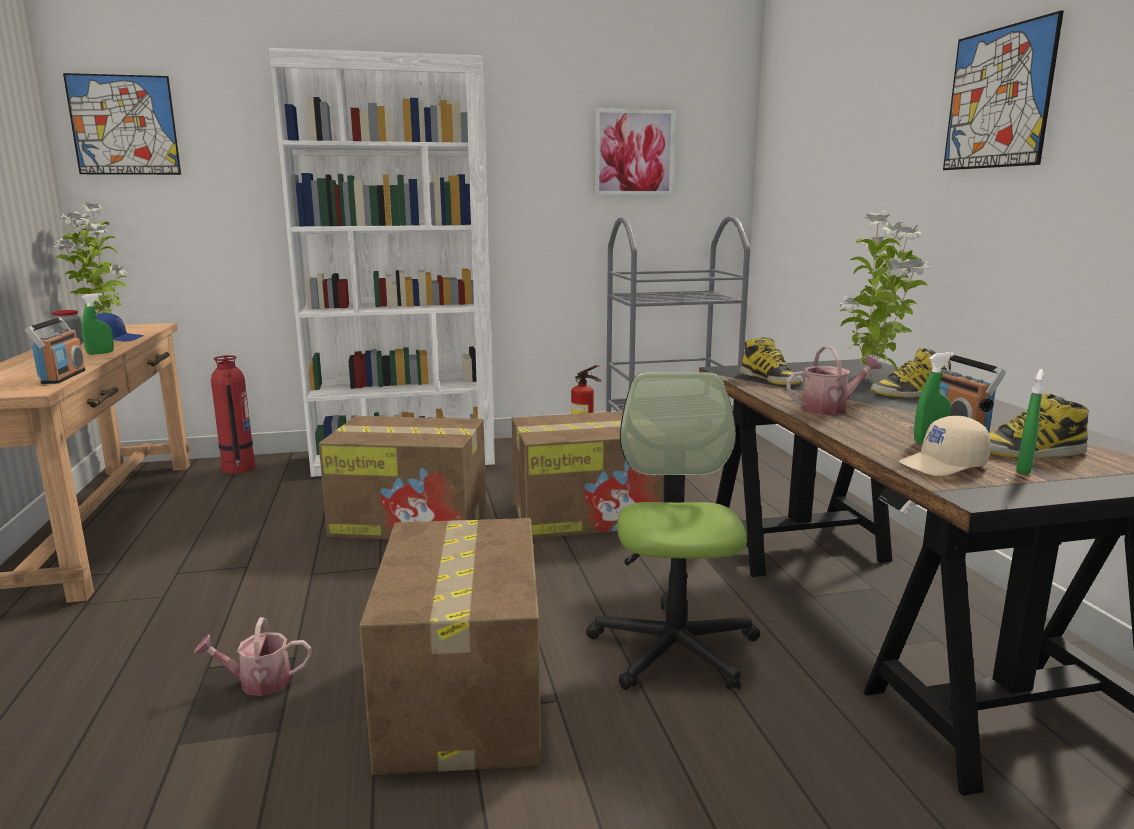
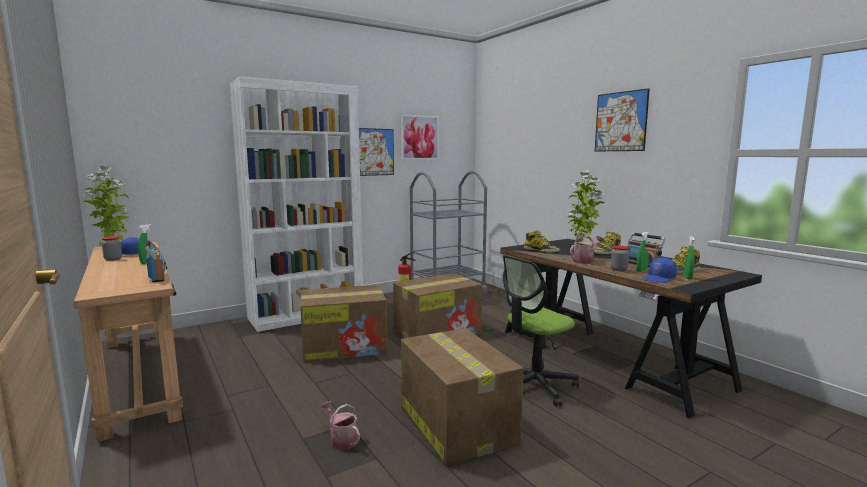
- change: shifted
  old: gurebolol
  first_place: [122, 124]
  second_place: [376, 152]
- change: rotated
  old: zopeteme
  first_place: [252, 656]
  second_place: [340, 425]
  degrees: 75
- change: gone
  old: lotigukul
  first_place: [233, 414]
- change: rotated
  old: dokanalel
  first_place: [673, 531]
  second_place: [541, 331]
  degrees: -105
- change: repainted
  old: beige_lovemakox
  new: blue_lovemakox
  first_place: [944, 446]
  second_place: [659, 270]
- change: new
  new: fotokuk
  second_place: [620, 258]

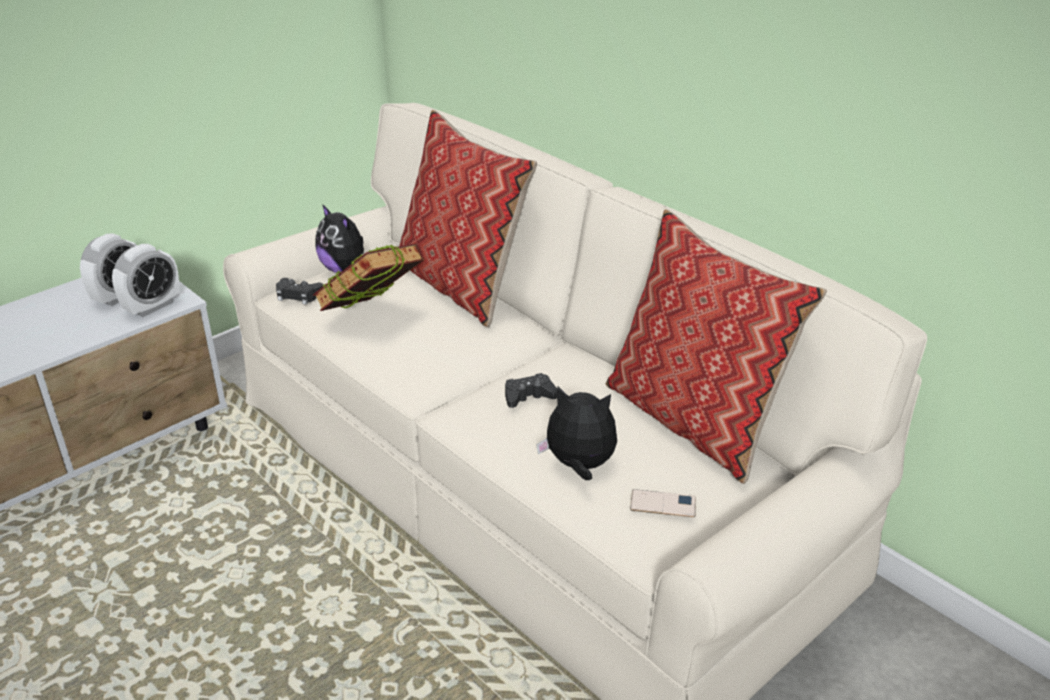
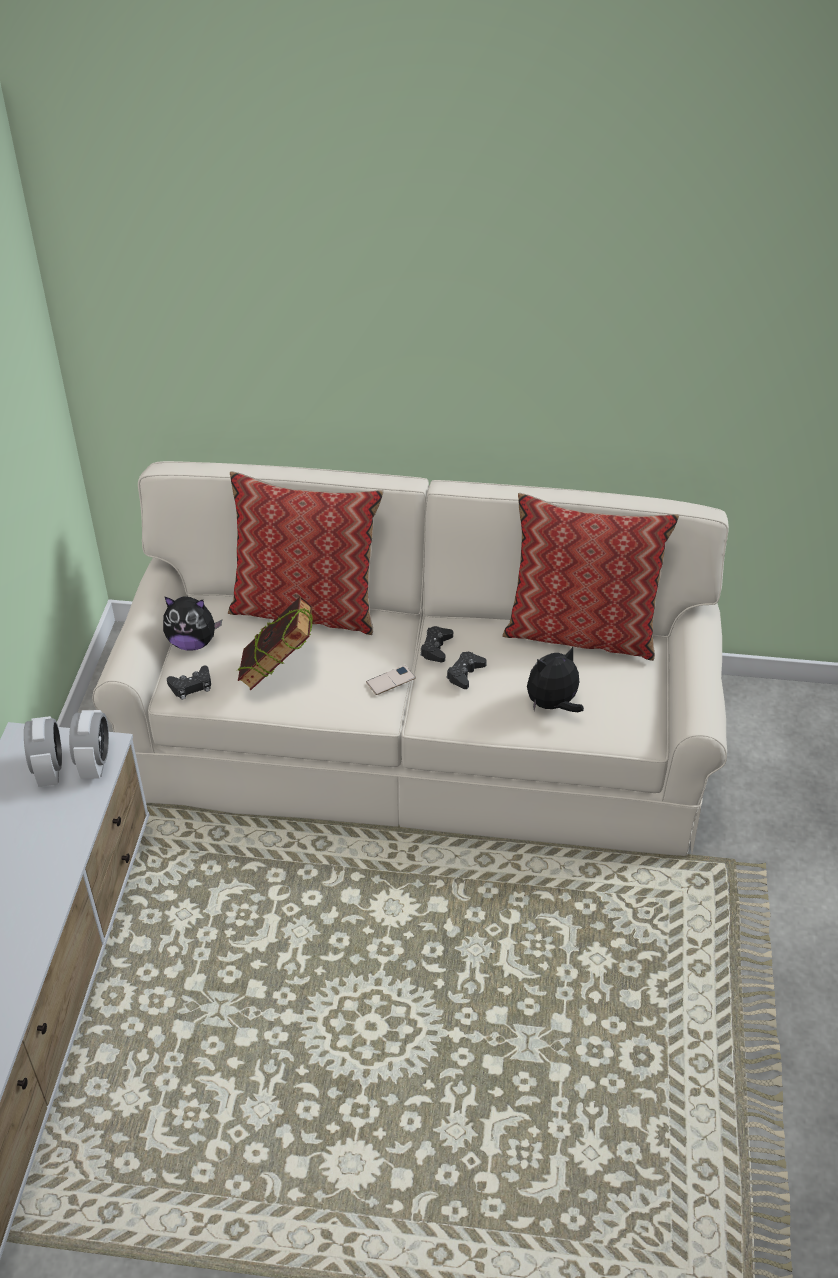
- change: shifted
  old: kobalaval
  first_place: [663, 503]
  second_place: [391, 680]
- change: new
  new: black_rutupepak
  second_place: [436, 644]

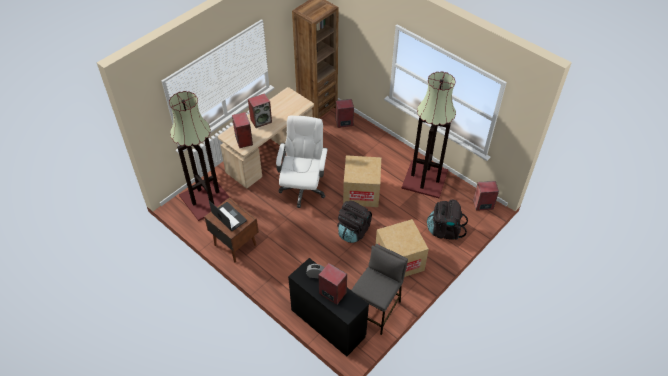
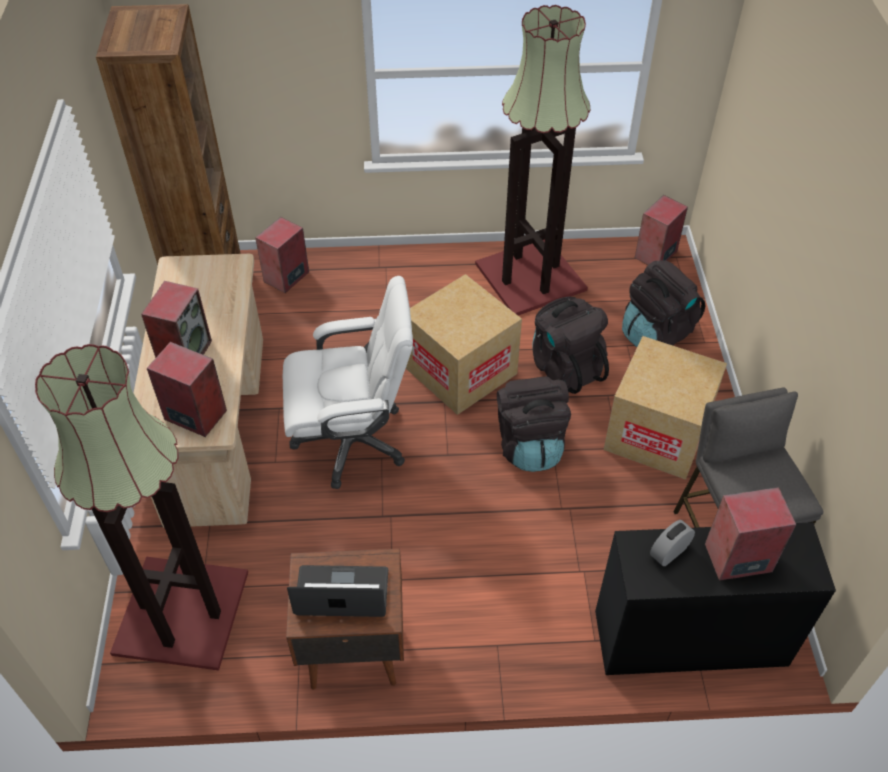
- change: rotated
  old: white_dokanalel
  first_place: [302, 162]
  second_place: [348, 382]
  degrees: 120
- change: new
  new: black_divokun
  second_place: [570, 345]

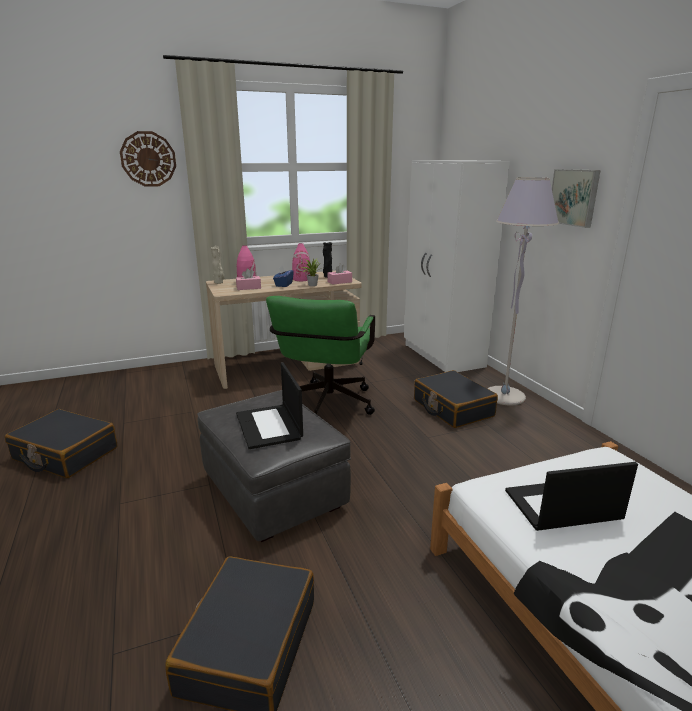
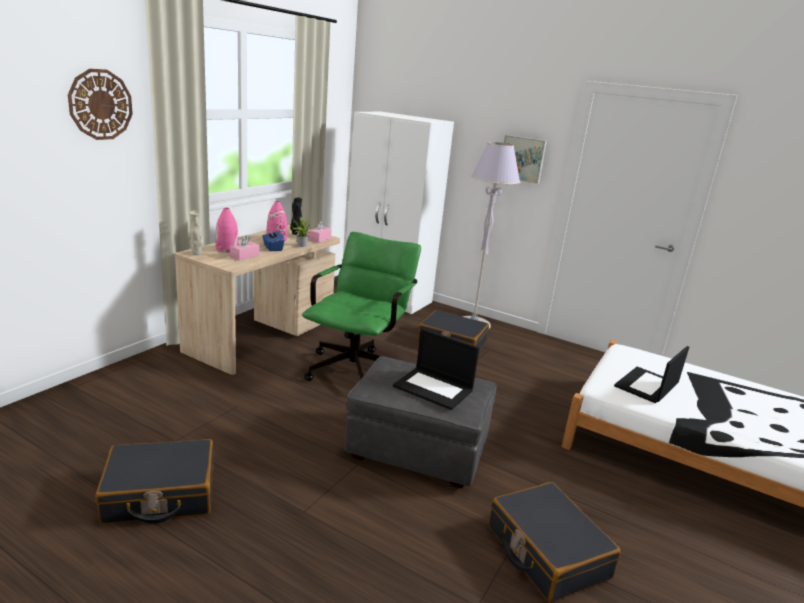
- change: rotated
  old: green_dokanalel
  first_place: [320, 355]
  second_place: [361, 306]
  degrees: -135

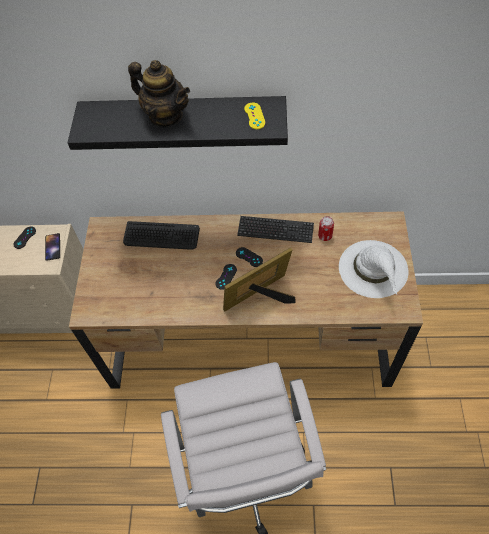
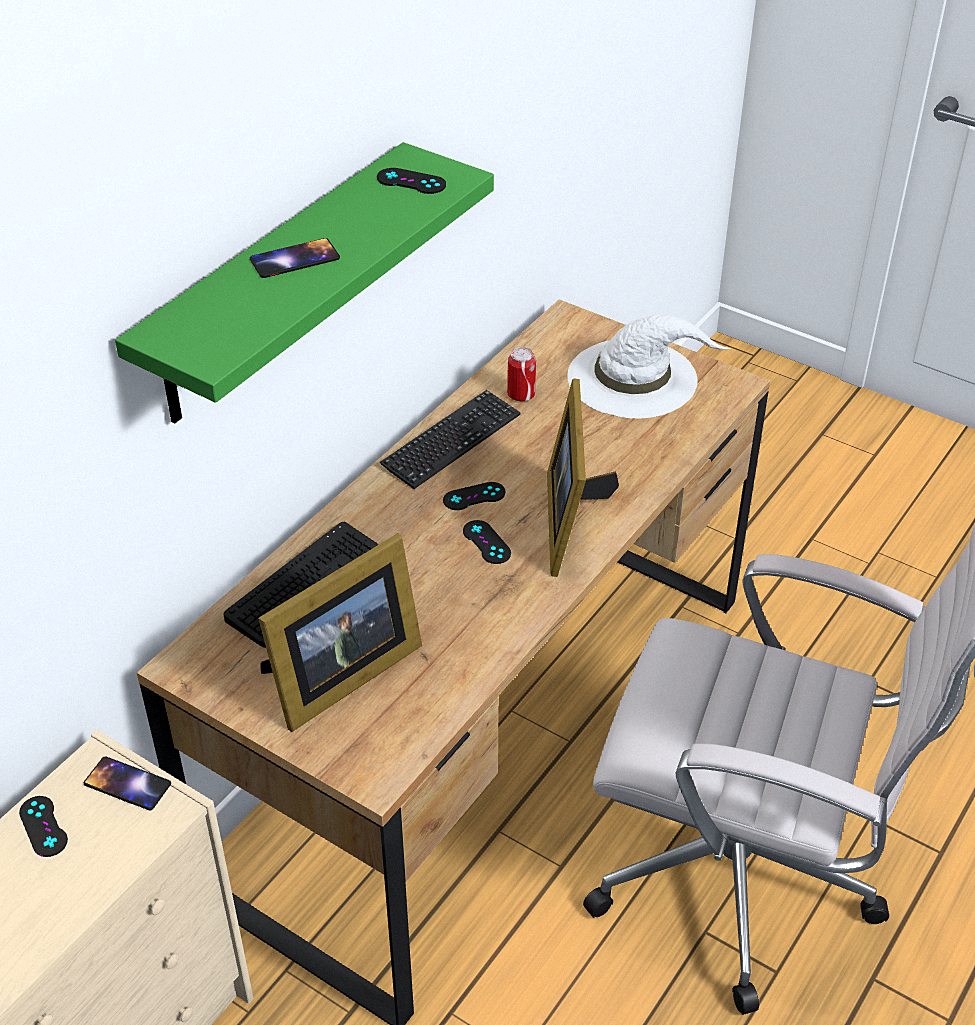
- change: repainted
  old: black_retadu
  new: green_retadu
  first_place: [177, 123]
  second_place: [304, 283]
- change: swapped
  old: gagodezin
  new: kobalaval
  first_place: [159, 93]
  second_place: [295, 258]
- change: repainted
  old: yellow_rutupepak
  new: black_rutupepak
  first_place: [255, 116]
  second_place: [411, 181]
- change: new
  new: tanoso
  second_place: [340, 632]

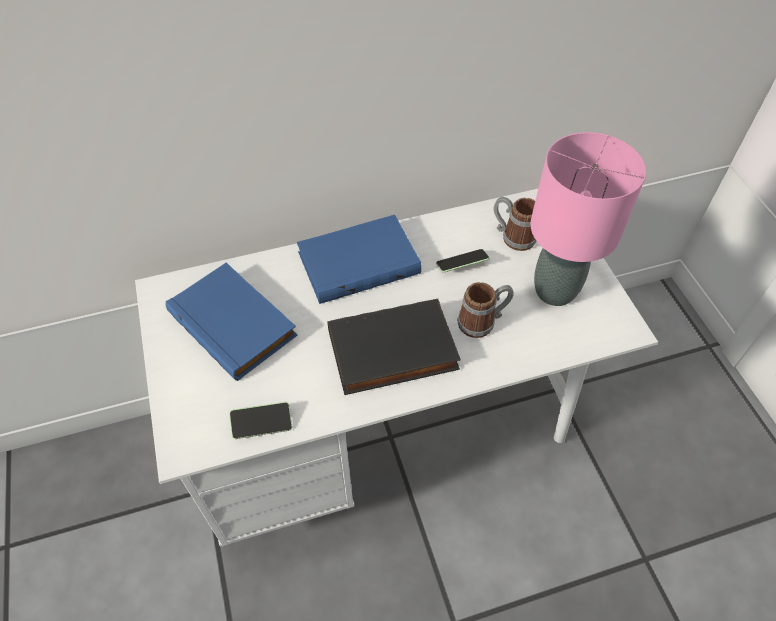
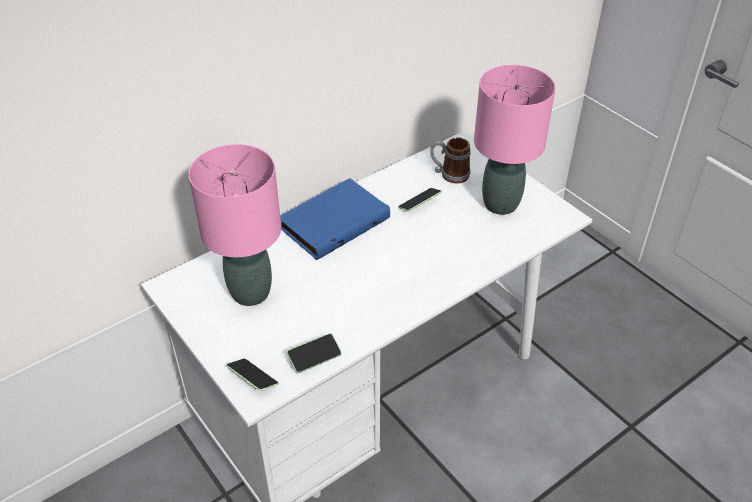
- change: swapped
  old: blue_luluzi
  new: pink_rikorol
  first_place: [232, 321]
  second_place: [234, 225]
- change: gone
  old: black_luluzi
  first_place: [394, 347]
- change: gone
  old: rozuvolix
  first_place: [485, 310]
- change: new
  new: kobalaval
  second_place: [252, 375]

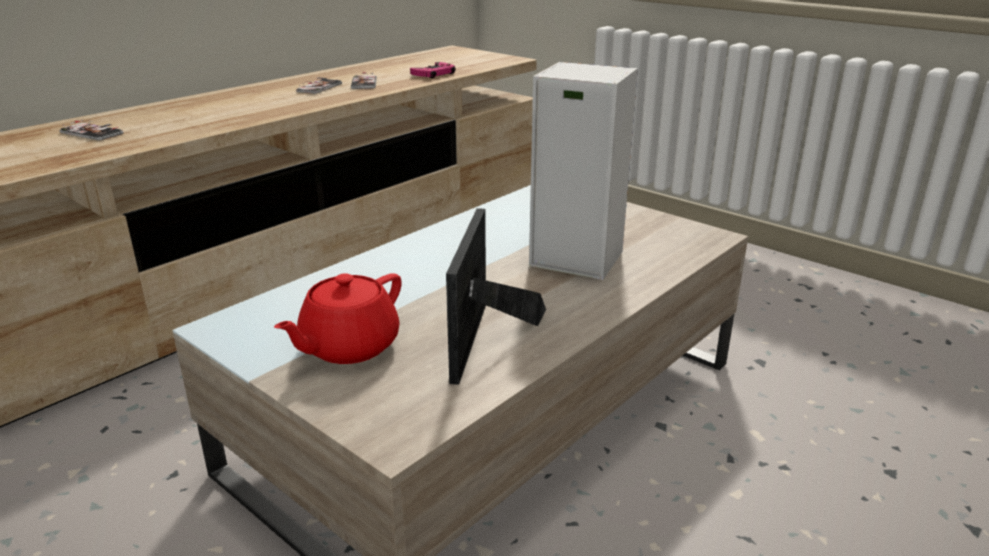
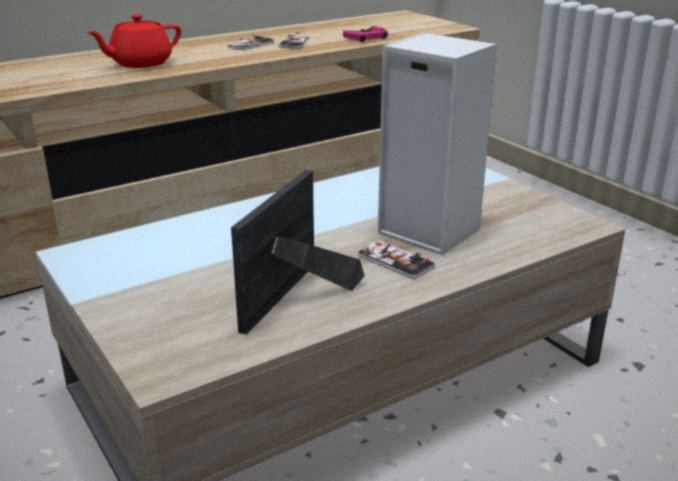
- change: shifted
  old: kobalaval
  first_place: [91, 130]
  second_place: [396, 259]
- change: shifted
  old: red_gagodezin
  first_place: [338, 318]
  second_place: [134, 41]

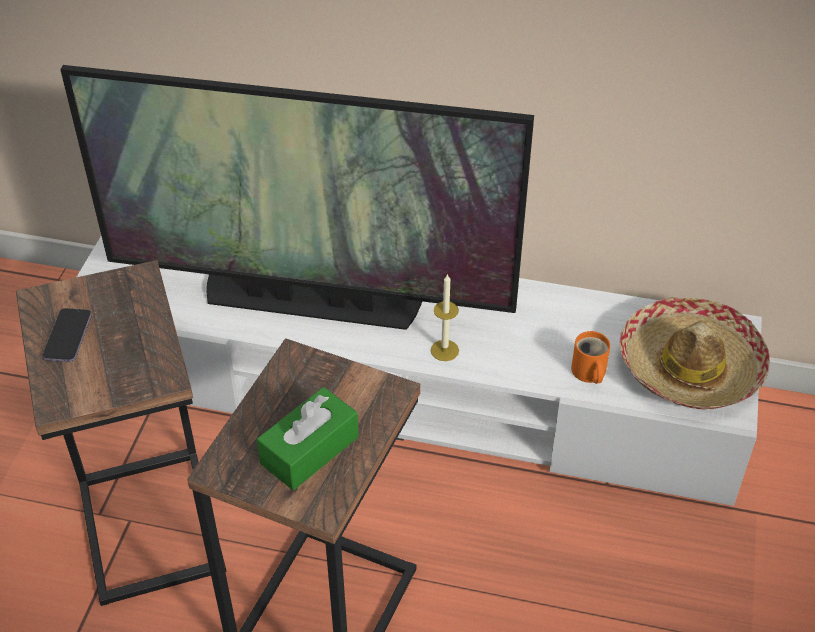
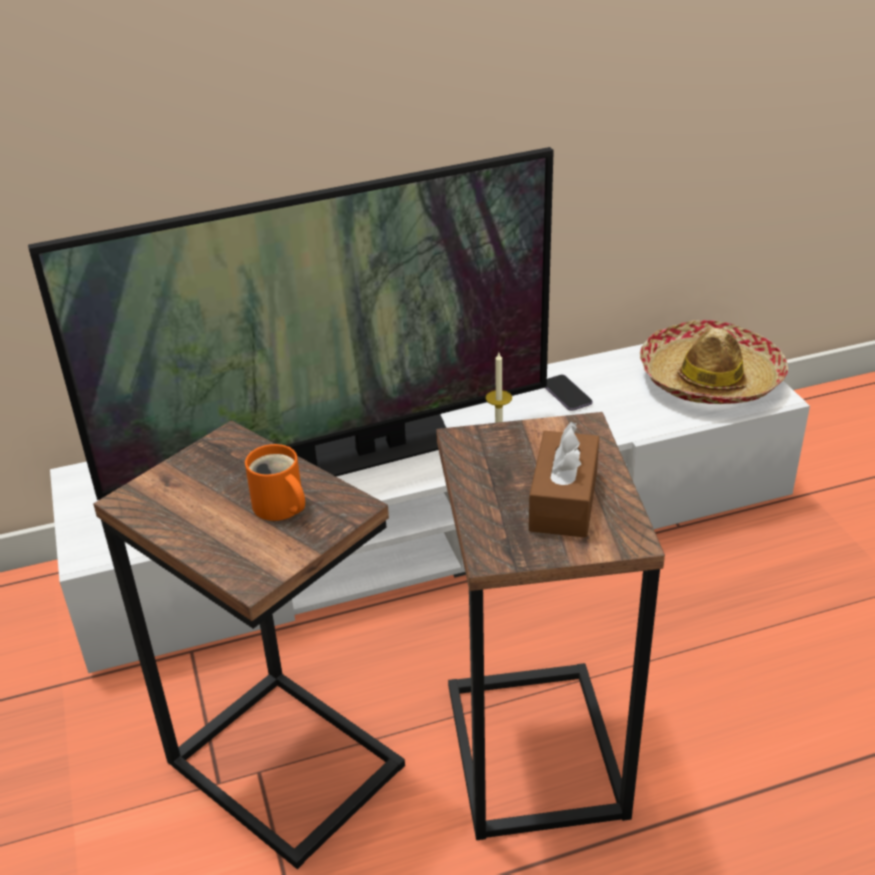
- change: shifted
  old: kobalaval
  first_place: [67, 335]
  second_place: [569, 393]
- change: repainted
  old: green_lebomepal
  new: brown_lebomepal
  first_place: [308, 438]
  second_place: [564, 480]
- change: shifted
  old: orange_rozuvolix
  first_place: [590, 357]
  second_place: [275, 482]

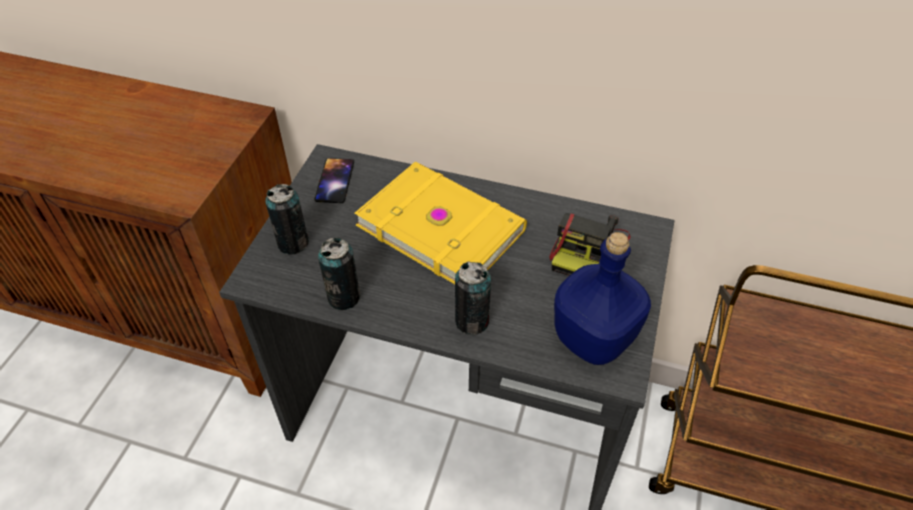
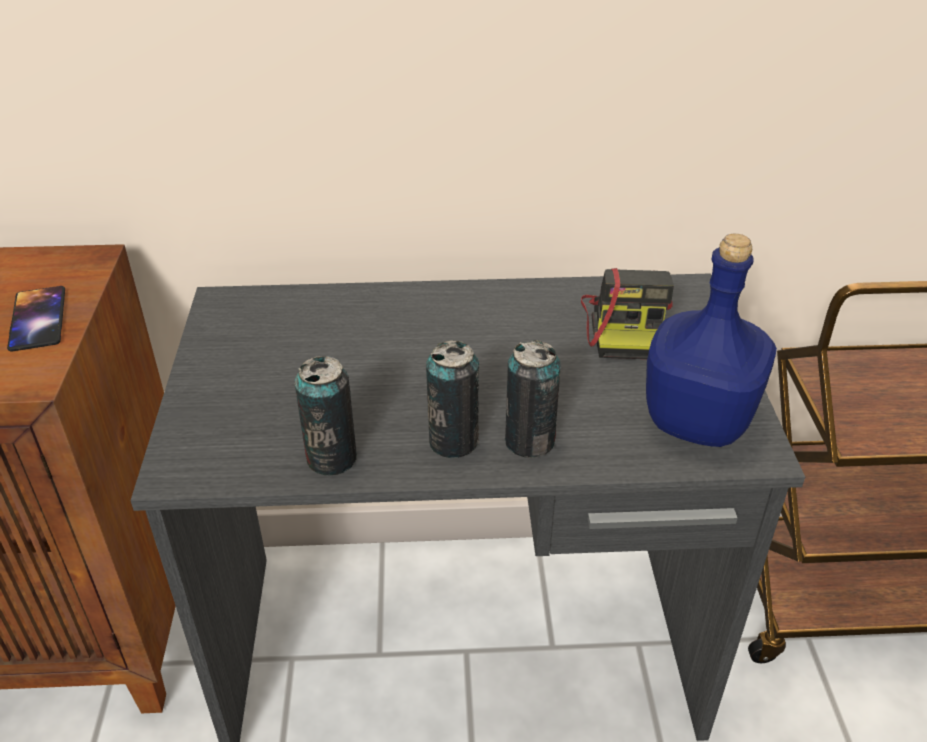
- change: shifted
  old: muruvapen
  first_place: [287, 219]
  second_place: [452, 399]
- change: shifted
  old: kobalaval
  first_place: [334, 180]
  second_place: [36, 319]
- change: gone
  old: yellow_luluzi
  first_place: [440, 223]

